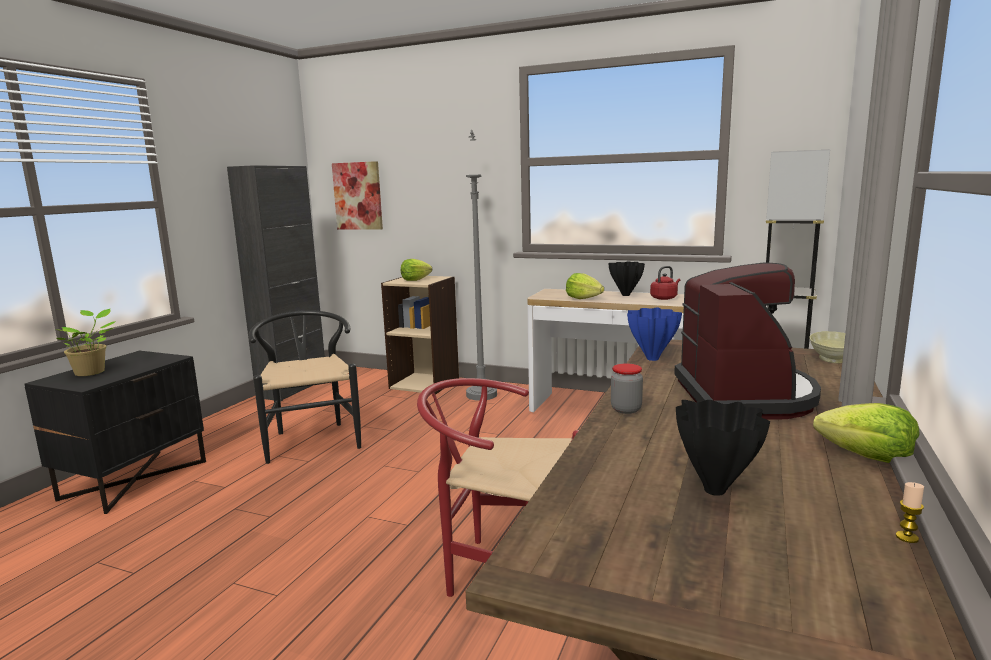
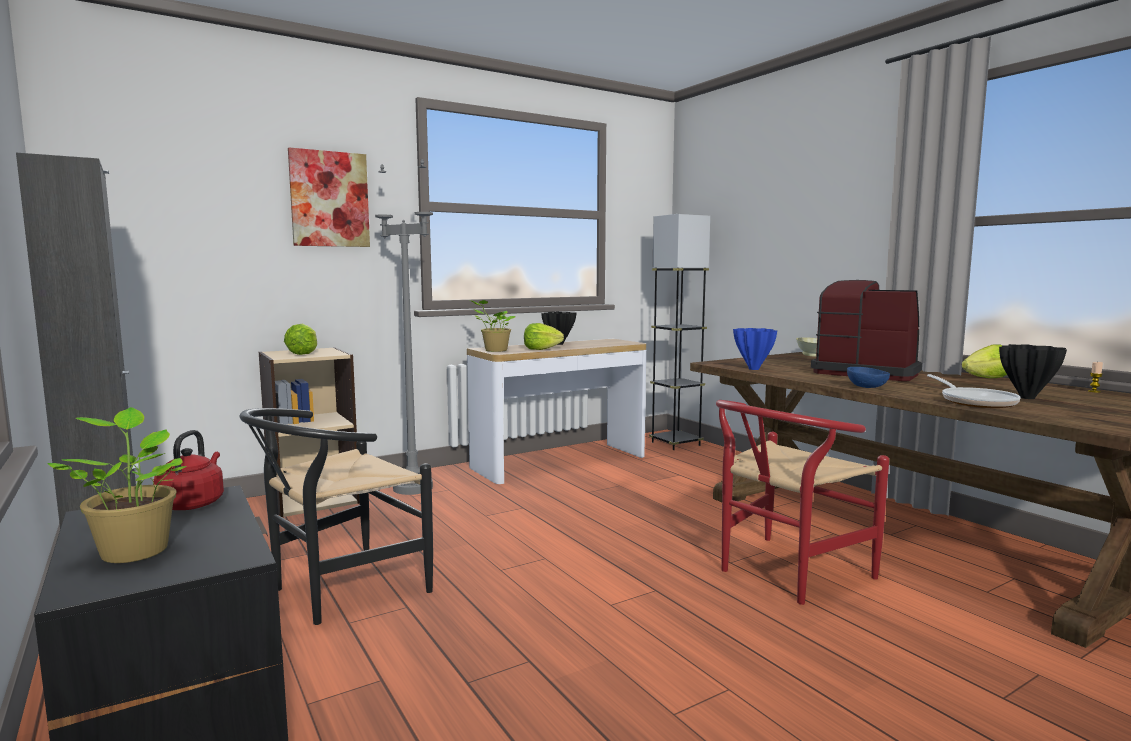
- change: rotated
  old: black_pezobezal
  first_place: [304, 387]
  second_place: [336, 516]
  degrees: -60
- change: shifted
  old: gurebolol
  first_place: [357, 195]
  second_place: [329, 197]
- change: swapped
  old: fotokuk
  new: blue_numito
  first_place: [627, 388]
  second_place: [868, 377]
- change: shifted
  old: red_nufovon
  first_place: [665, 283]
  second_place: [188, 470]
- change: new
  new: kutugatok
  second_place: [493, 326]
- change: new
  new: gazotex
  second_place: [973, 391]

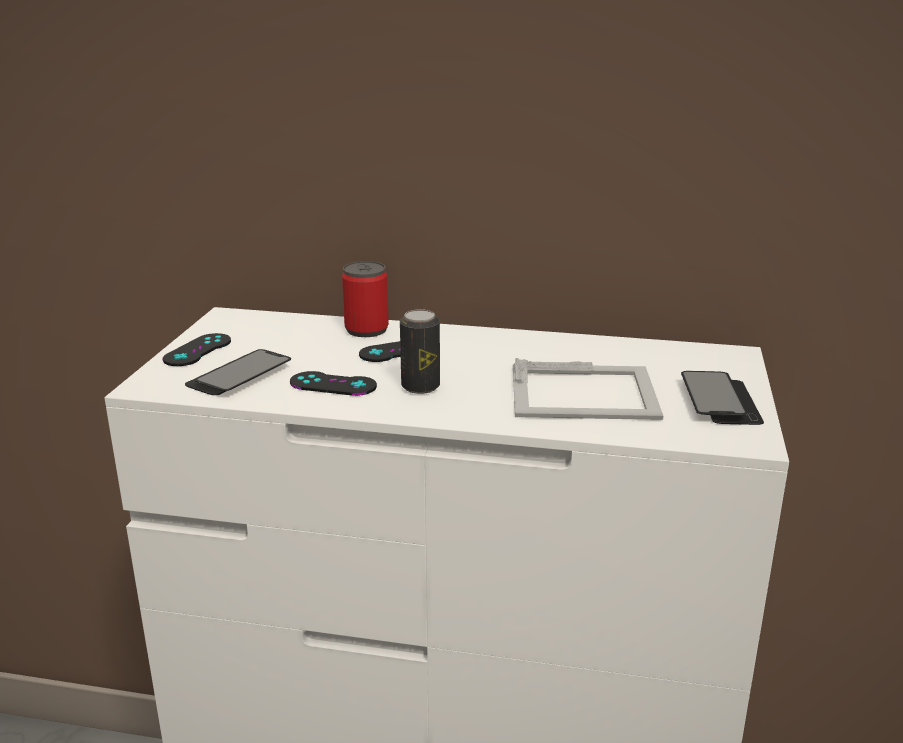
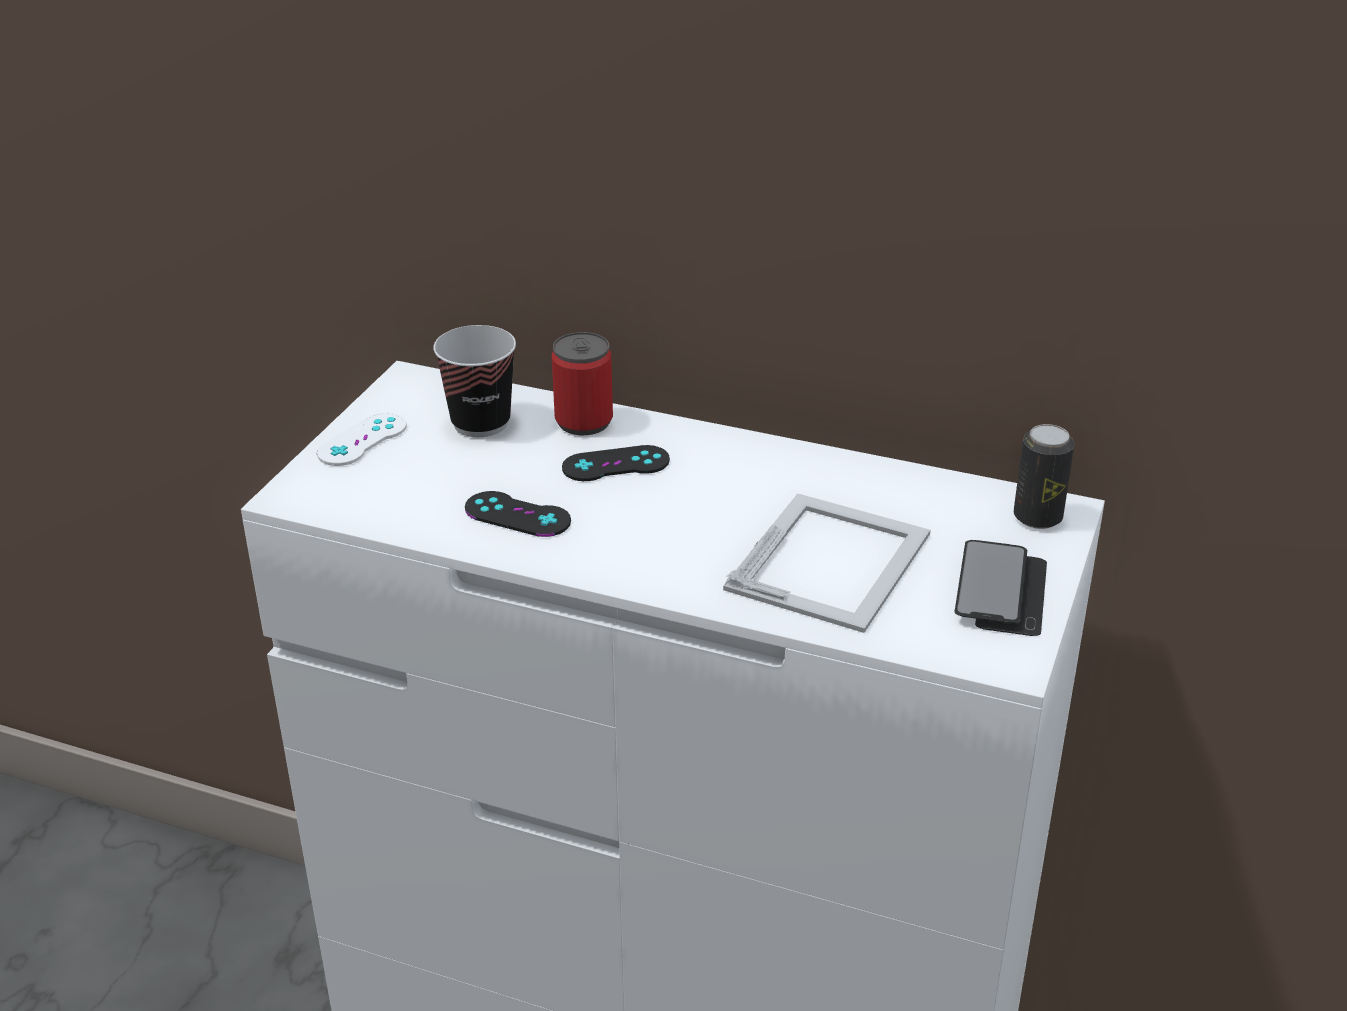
- change: repainted
  old: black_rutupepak
  new: white_rutupepak
  first_place: [196, 349]
  second_place: [362, 439]
- change: gone
  old: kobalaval
  first_place: [238, 372]
- change: shifted
  old: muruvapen
  first_place: [420, 351]
  second_place: [1044, 476]
- change: rotated
  old: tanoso
  first_place: [588, 389]
  second_place: [826, 563]
  degrees: -75
- change: new
  new: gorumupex
  second_place: [474, 381]

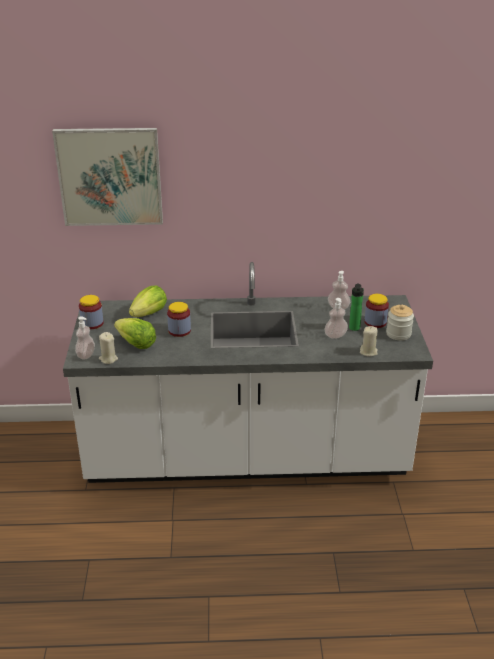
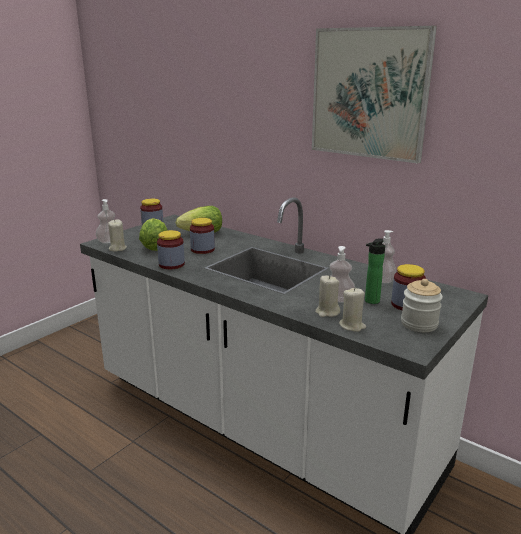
- change: shifted
  old: gurebolol
  first_place: [107, 177]
  second_place: [374, 94]
- change: new
  new: fotokuk
  second_place: [171, 249]
- change: new
  new: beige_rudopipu
  second_place: [327, 296]

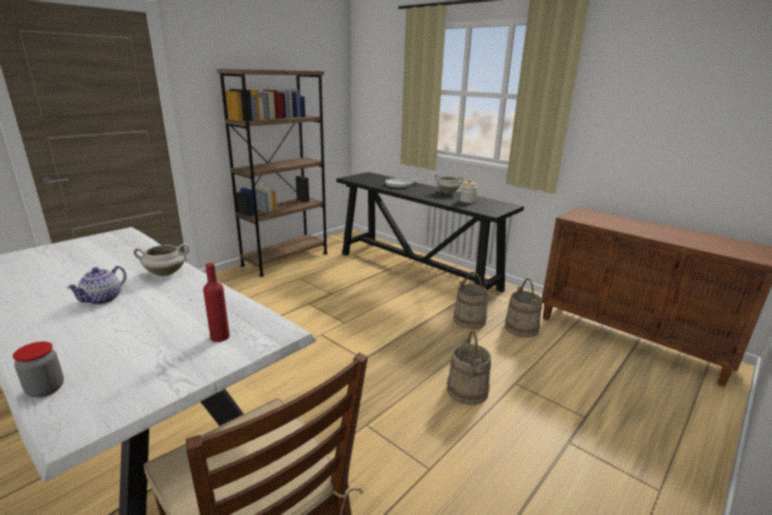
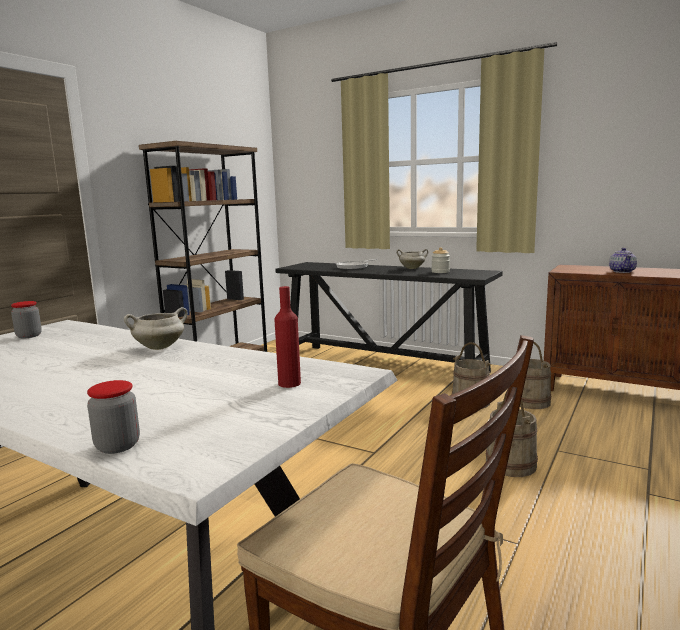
- change: shifted
  old: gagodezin
  first_place: [97, 285]
  second_place: [623, 260]
- change: new
  new: fotokuk
  second_place: [26, 320]

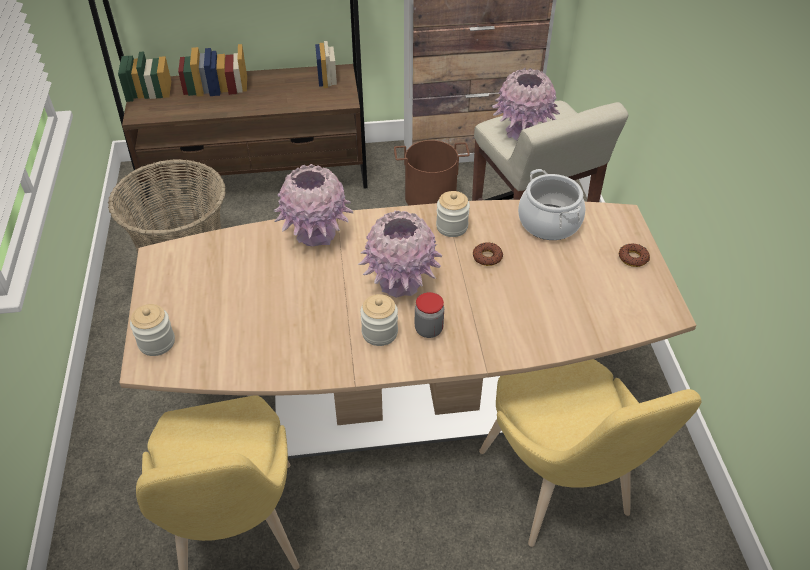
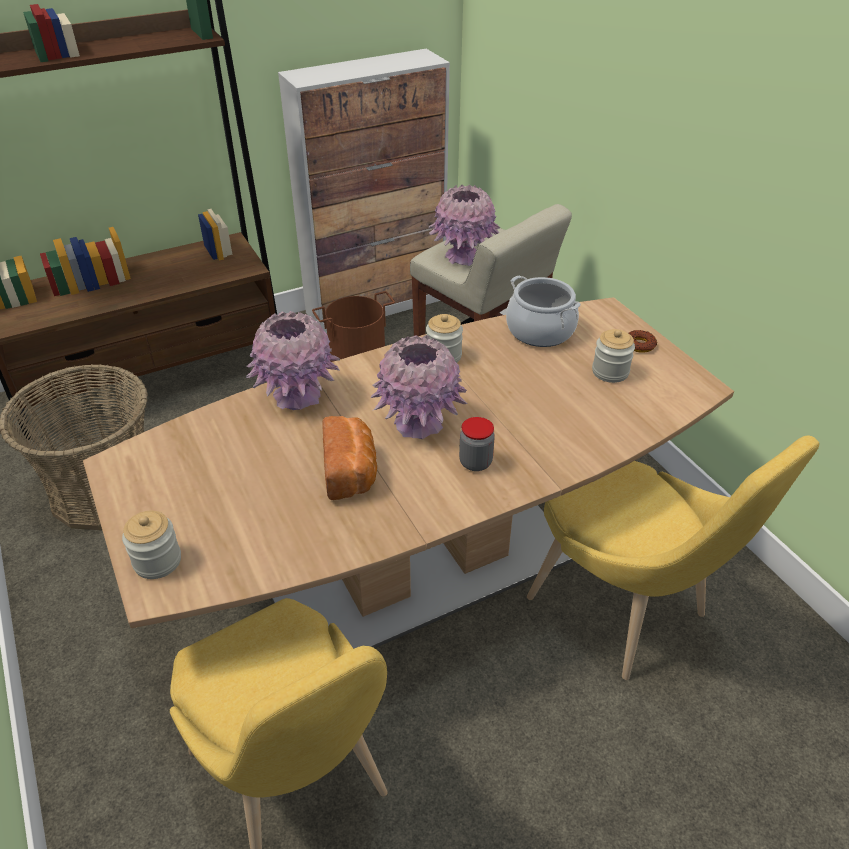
- change: shifted
  old: fotokuk
  first_place: [379, 320]
  second_place: [613, 356]
- change: gone
  old: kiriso
  first_place: [488, 254]
- change: new
  new: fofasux
  second_place: [349, 458]

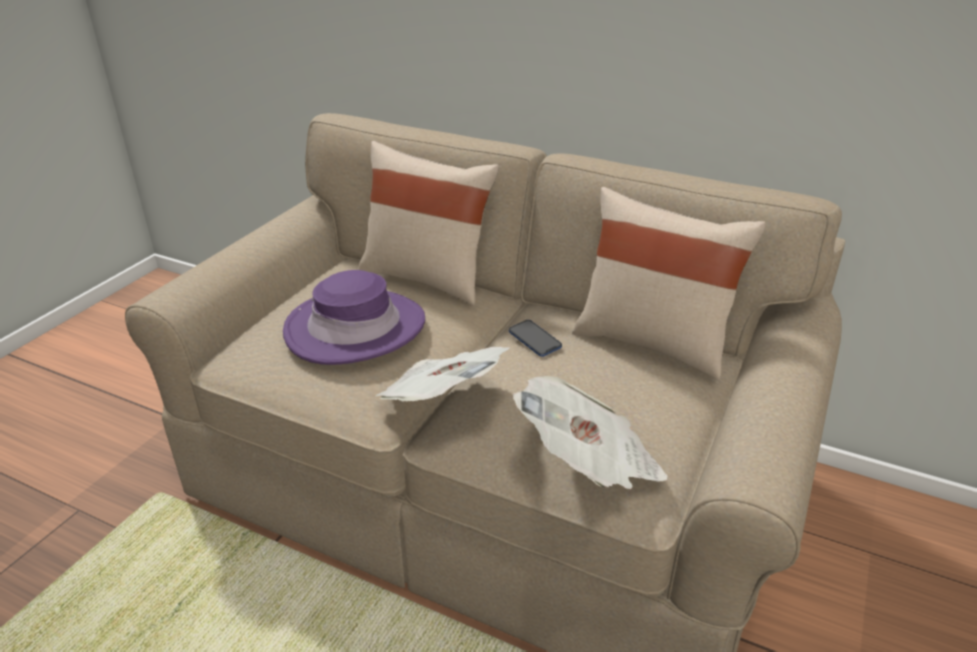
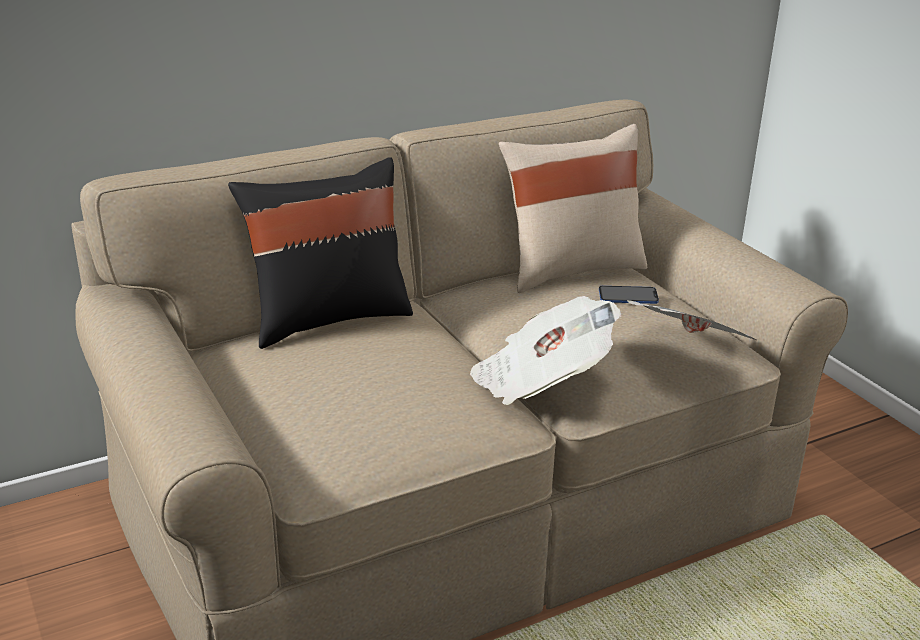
- change: gone
  old: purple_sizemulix
  first_place: [354, 317]
- change: repainted
  old: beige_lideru
  new: black_lideru
  first_place: [428, 223]
  second_place: [320, 253]
- change: shifted
  old: kobalaval
  first_place: [535, 338]
  second_place: [629, 295]

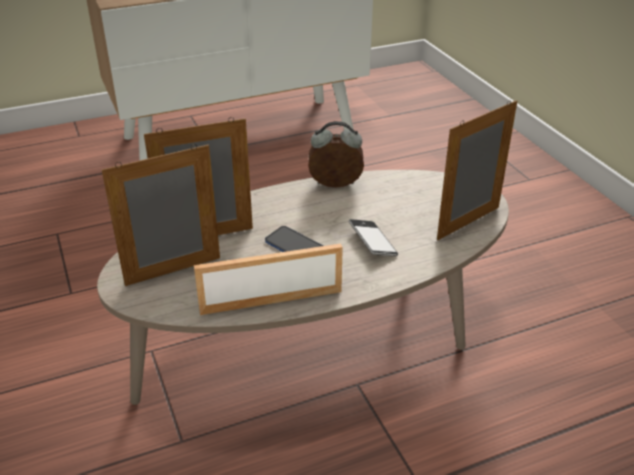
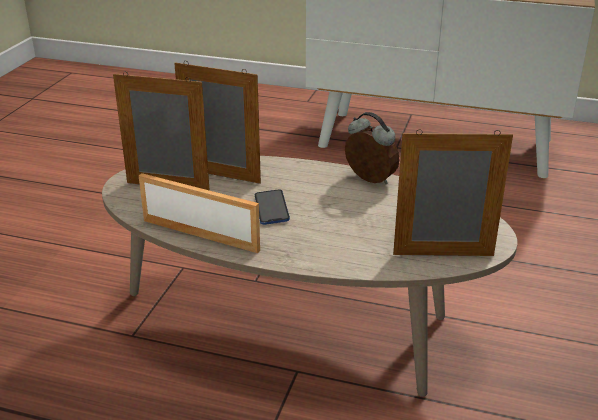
- change: gone
  old: kobalaval
  first_place: [373, 237]

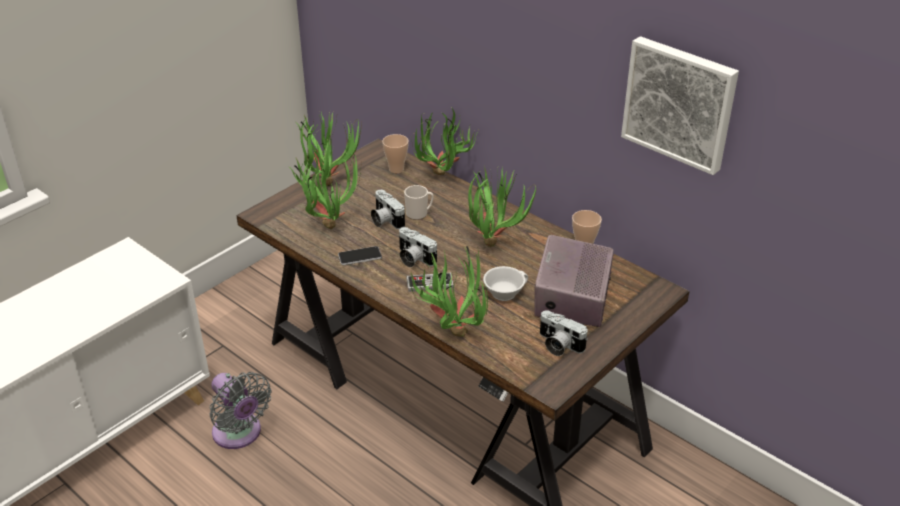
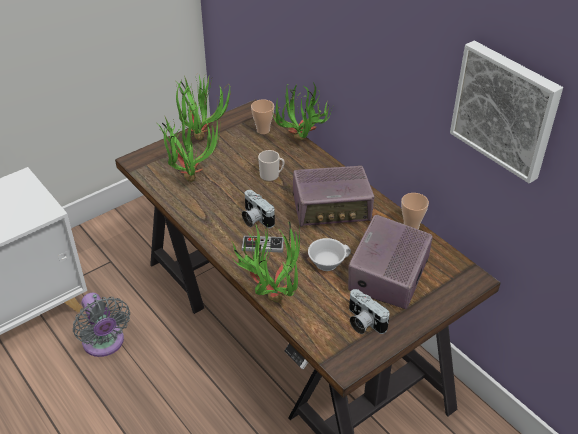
- change: gone
  old: kobalaval
  first_place: [360, 255]
- change: gone
  old: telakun
  first_place: [388, 209]
- change: swapped
  old: kutugatok
  new: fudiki
  first_place: [502, 206]
  second_place: [333, 196]

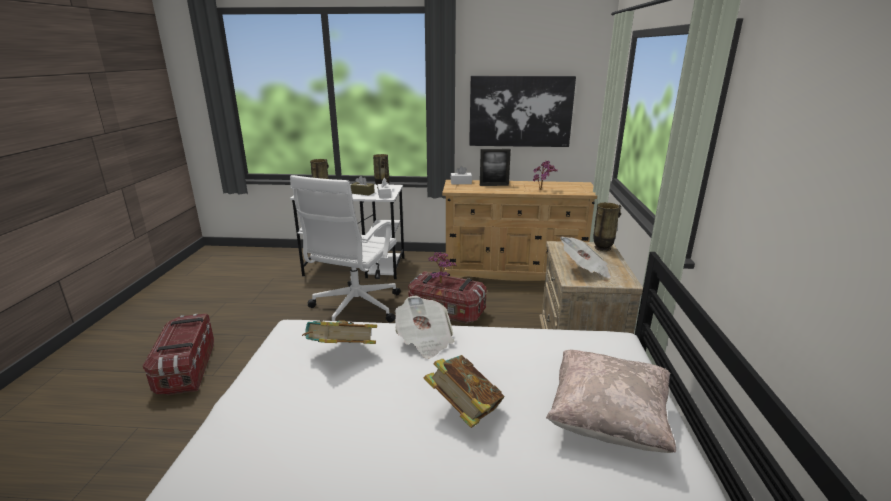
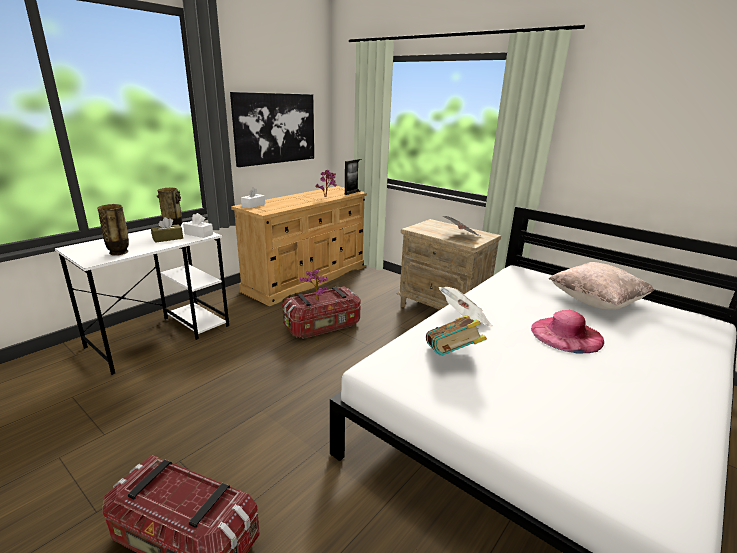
- change: gone
  old: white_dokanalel
  first_place: [345, 248]
- change: swapped
  old: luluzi
  new: pink_sizemulix
  first_place: [464, 391]
  second_place: [567, 332]
- change: shifted
  old: tanoso
  first_place: [495, 167]
  second_place: [353, 177]
- change: gone
  old: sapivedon
  first_place: [607, 226]

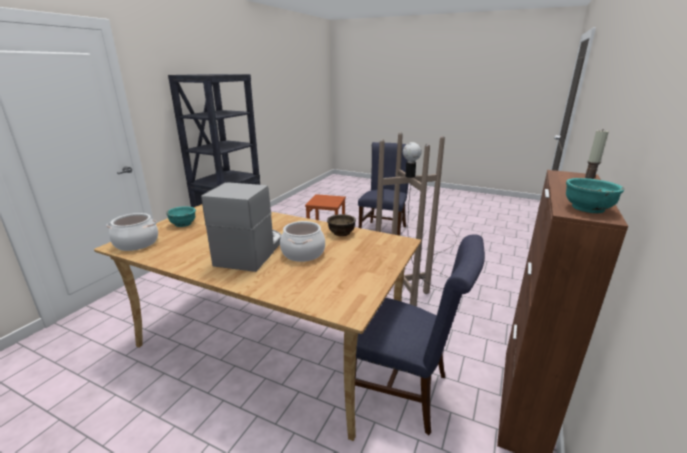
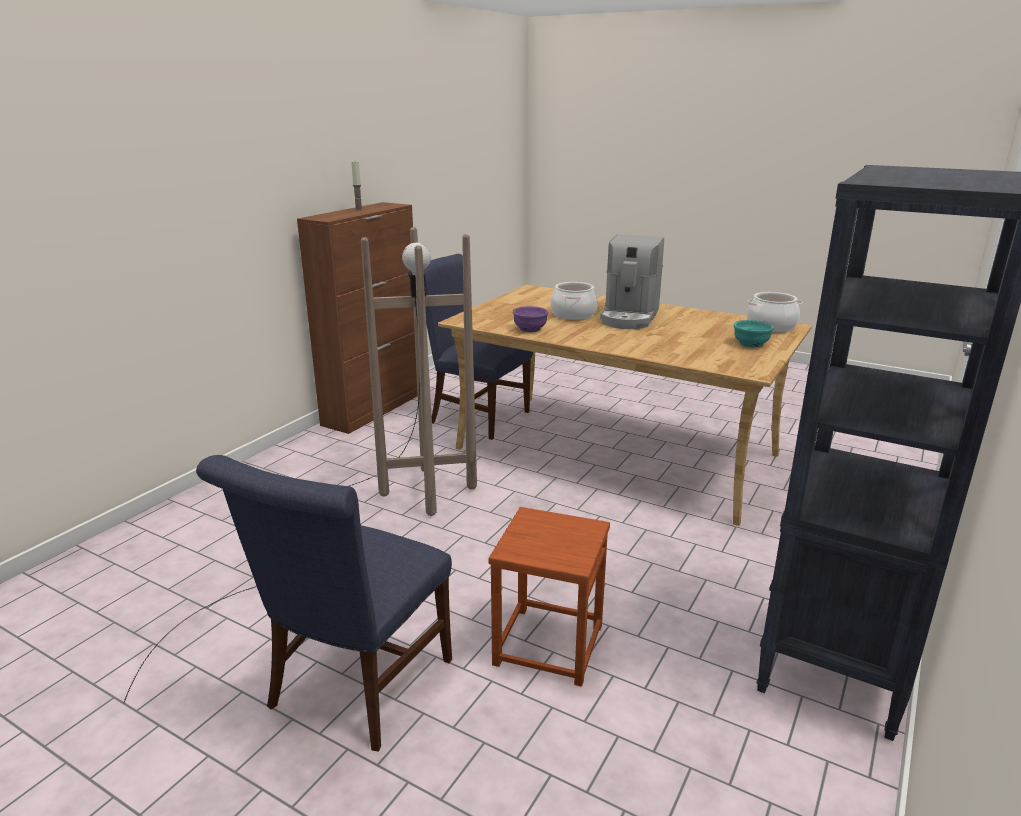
- change: repainted
  old: brown_numito
  new: purple_numito
  first_place: [341, 225]
  second_place: [530, 319]
- change: gone
  old: turquoise_numito
  first_place: [595, 195]

